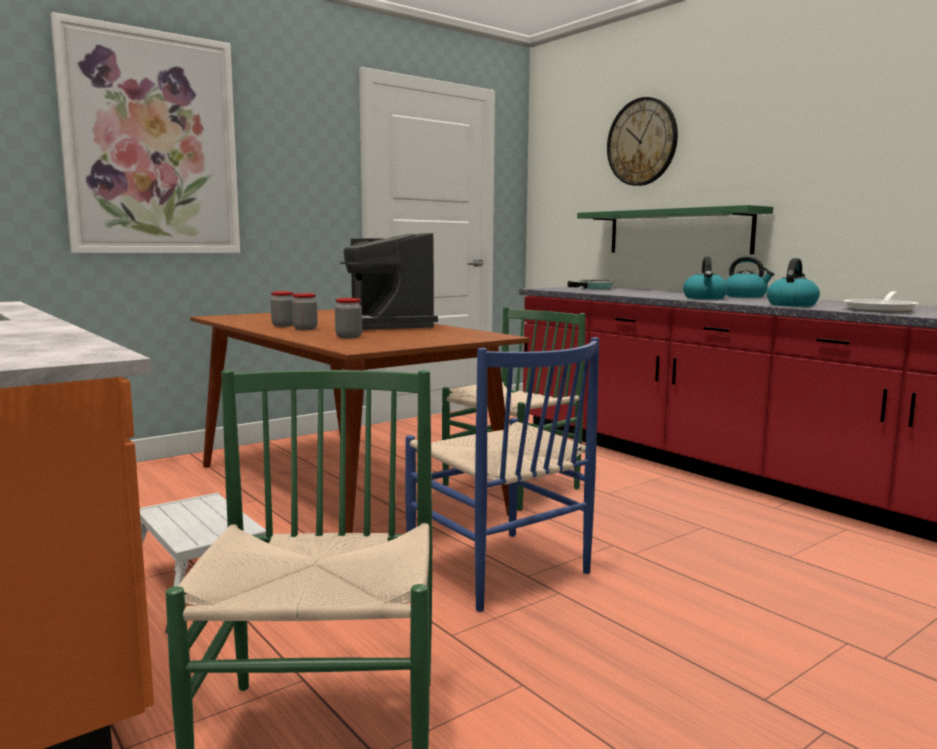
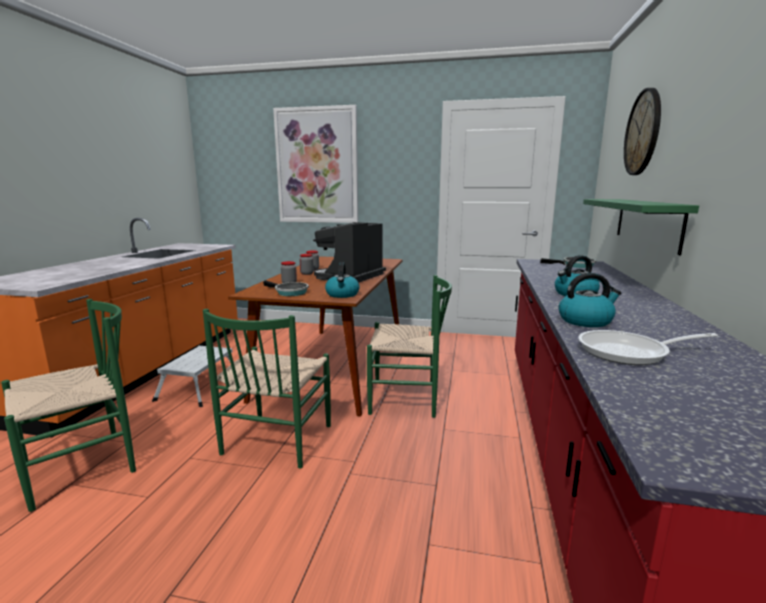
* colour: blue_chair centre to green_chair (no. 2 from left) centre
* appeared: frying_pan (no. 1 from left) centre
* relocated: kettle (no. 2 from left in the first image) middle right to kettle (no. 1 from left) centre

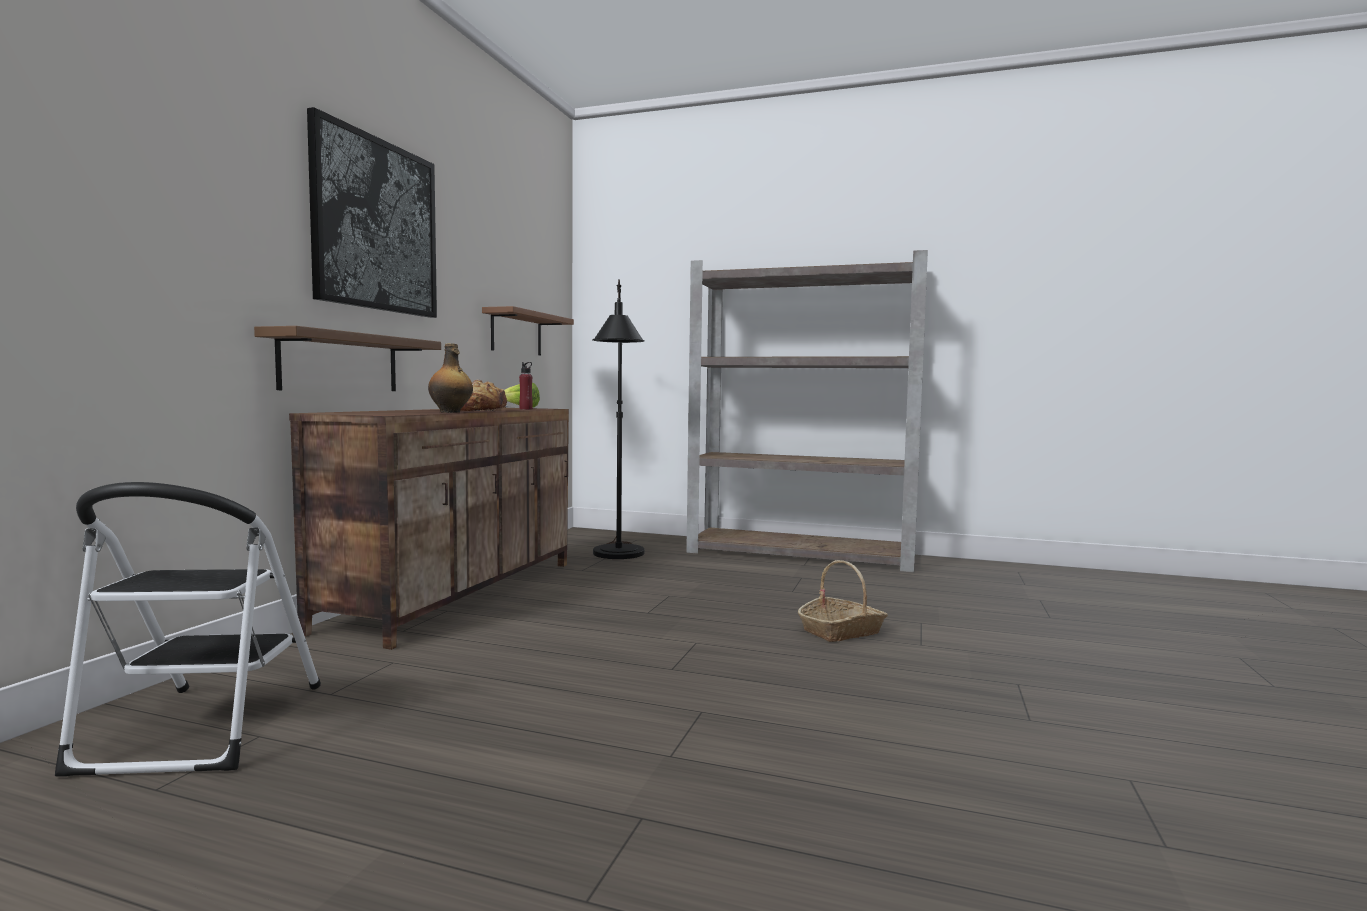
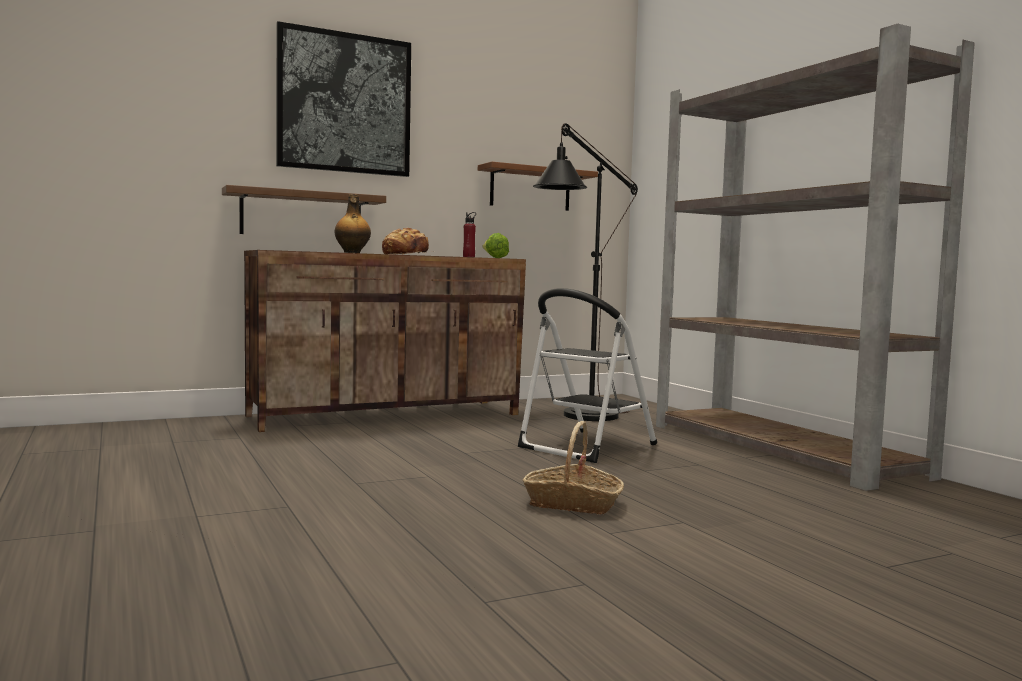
* relocated: step_ladder bottom left to centre

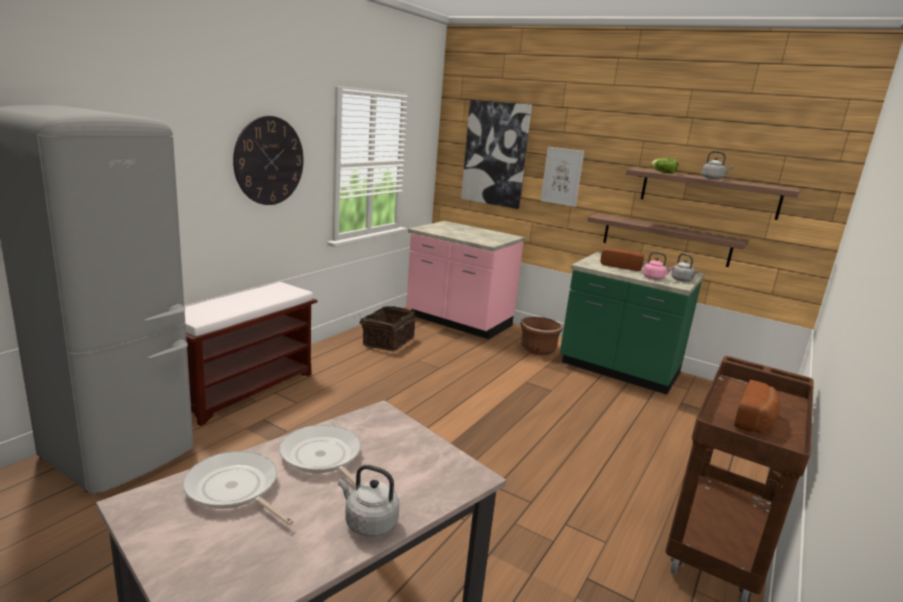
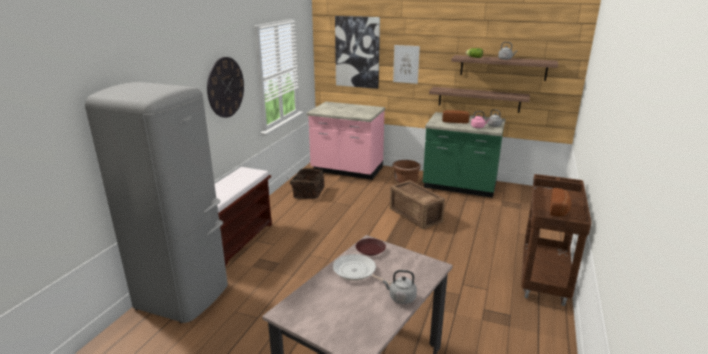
* appeared: brown_plate bottom centre
* appeared: crate centre
* missing: frying_pan (no. 1 from left) bottom left

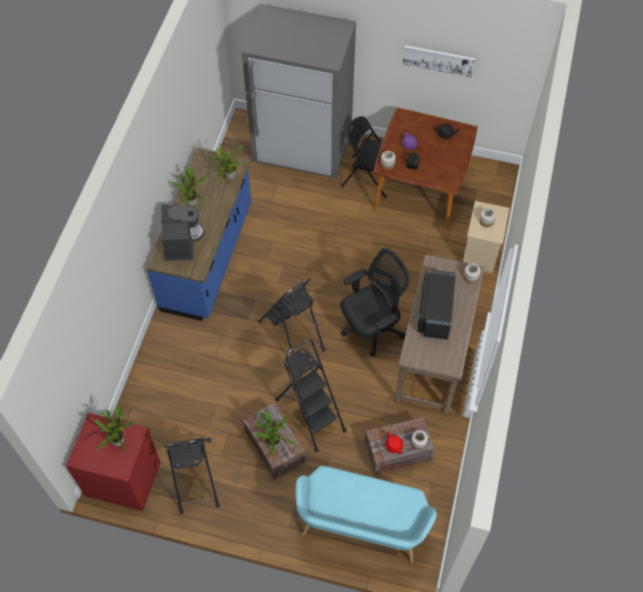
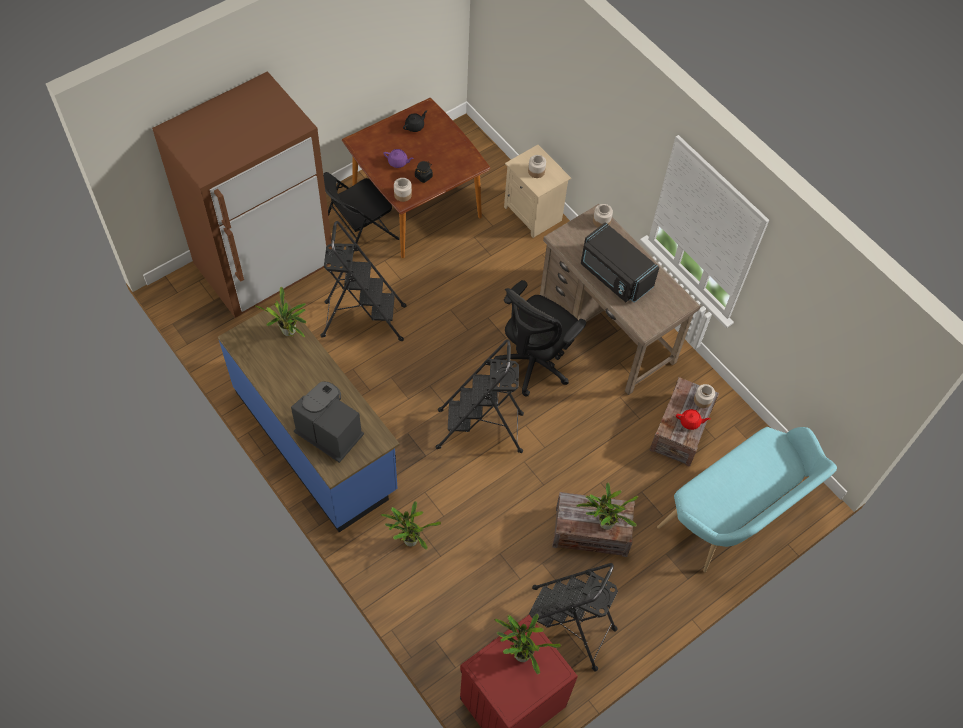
* colour: grey_fridge top centre to brown_fridge top left
* relocated: step_ladder (no. 3 from left in the first image) bottom centre to step_ladder (no. 1 from left) centre
* relocated: potted_plant (no. 2 from left) top left to bottom centre
* spun: black_office_chair centre = centre 150 degrees counterclockwise
* missing: picture top right

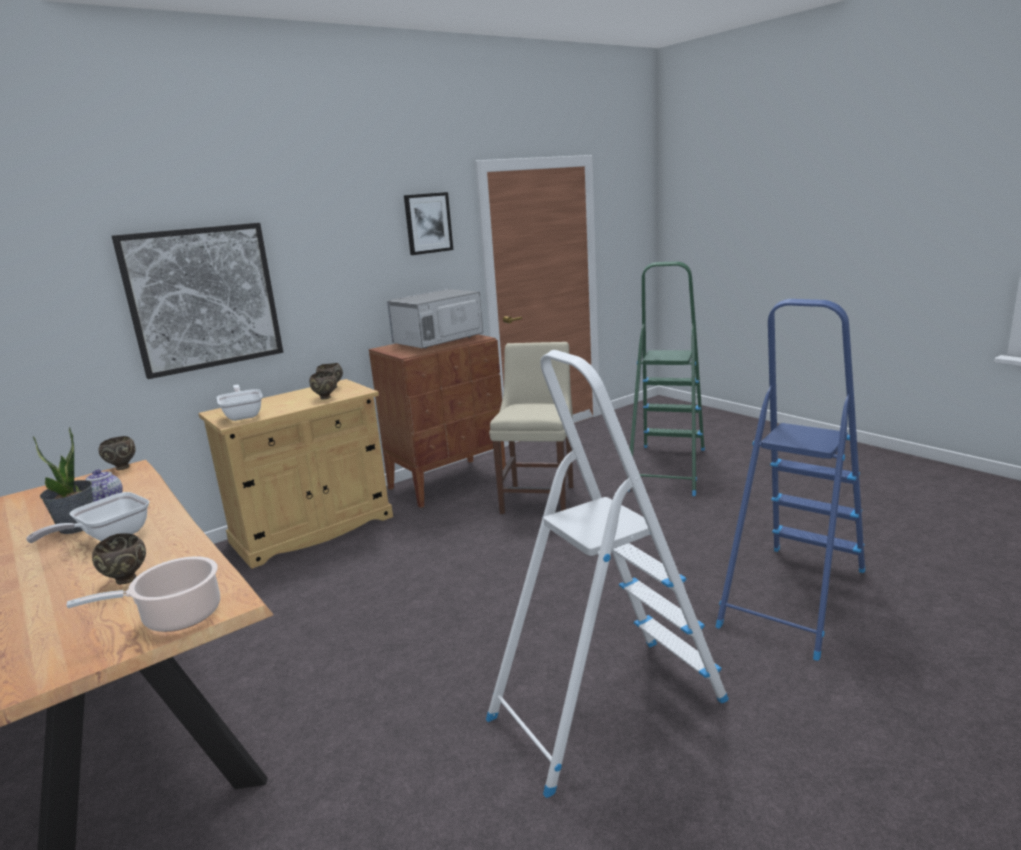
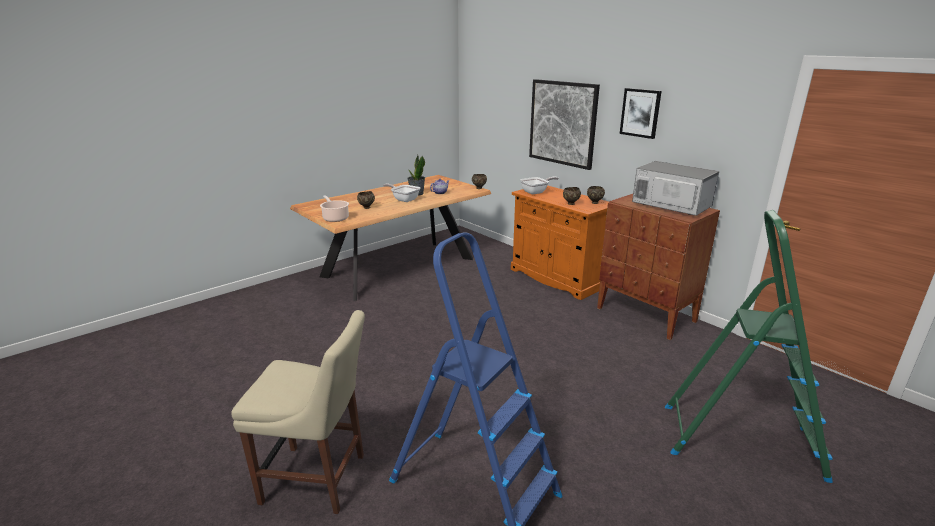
* relocated: beige_chair centre to bottom left
* colour: beige_cabinet middle left to orange_cabinet centre
* relocated: picture (no. 2 from left) top centre to top right
* missing: white_step_ladder bottom centre

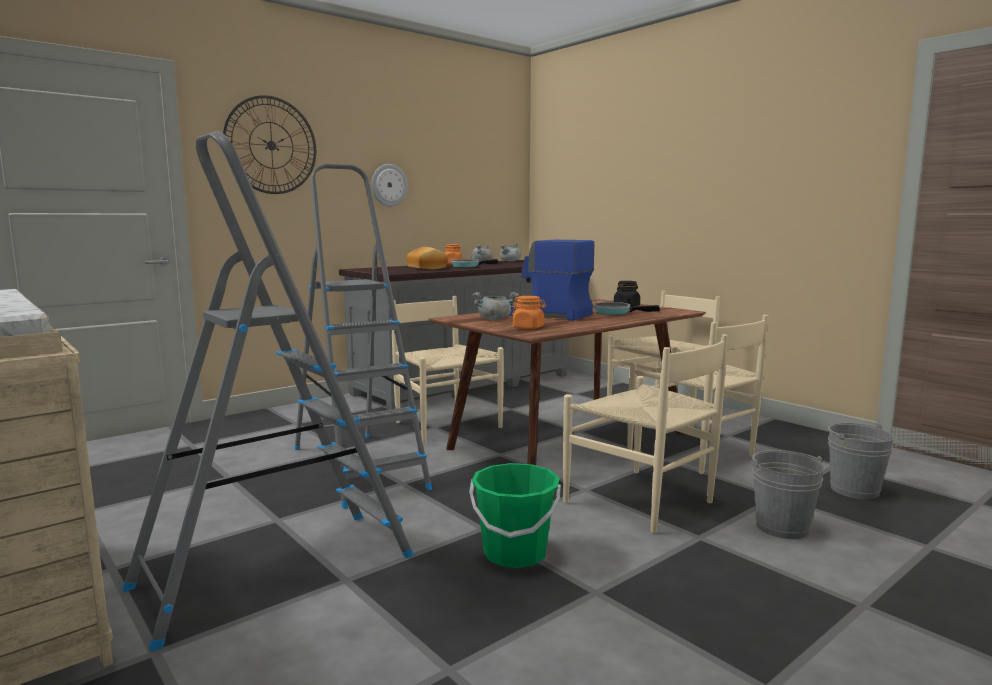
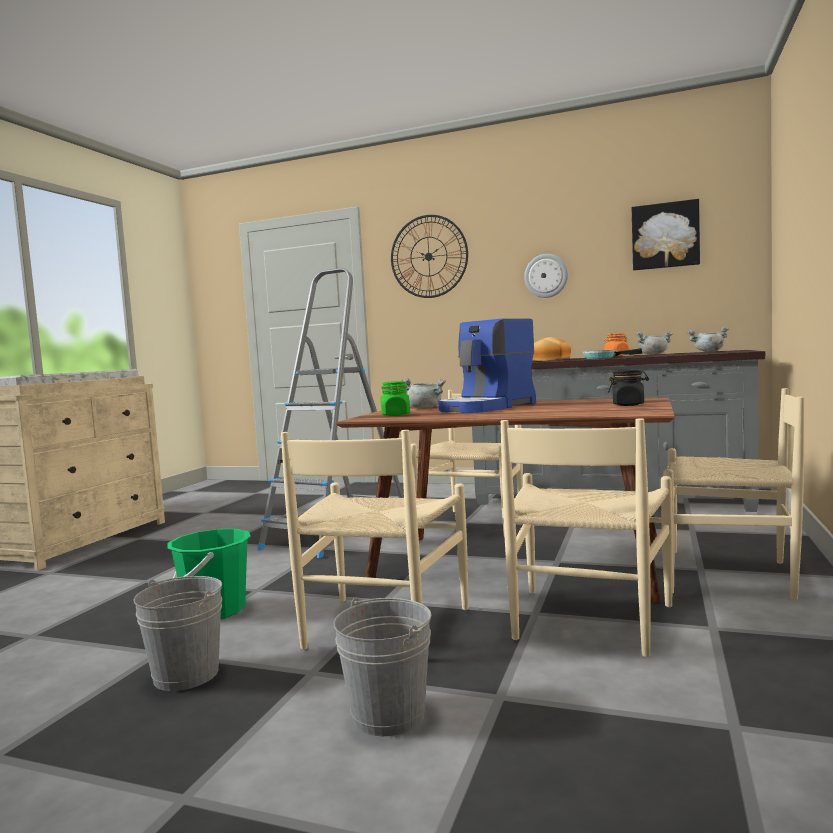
* relocated: grey_bucket (no. 2 from left in the first image) bottom right to grey_bucket (no. 1 from left) bottom left
* colour: orange_jar (no. 2 from left) centre to green_jar centre
* spun: coffee_machine centre = centre 135 degrees counterclockwise
* appeared: picture top right
* missing: grey_step_ladder (no. 1 from left) middle left
* missing: frying_pan (no. 2 from left) centre

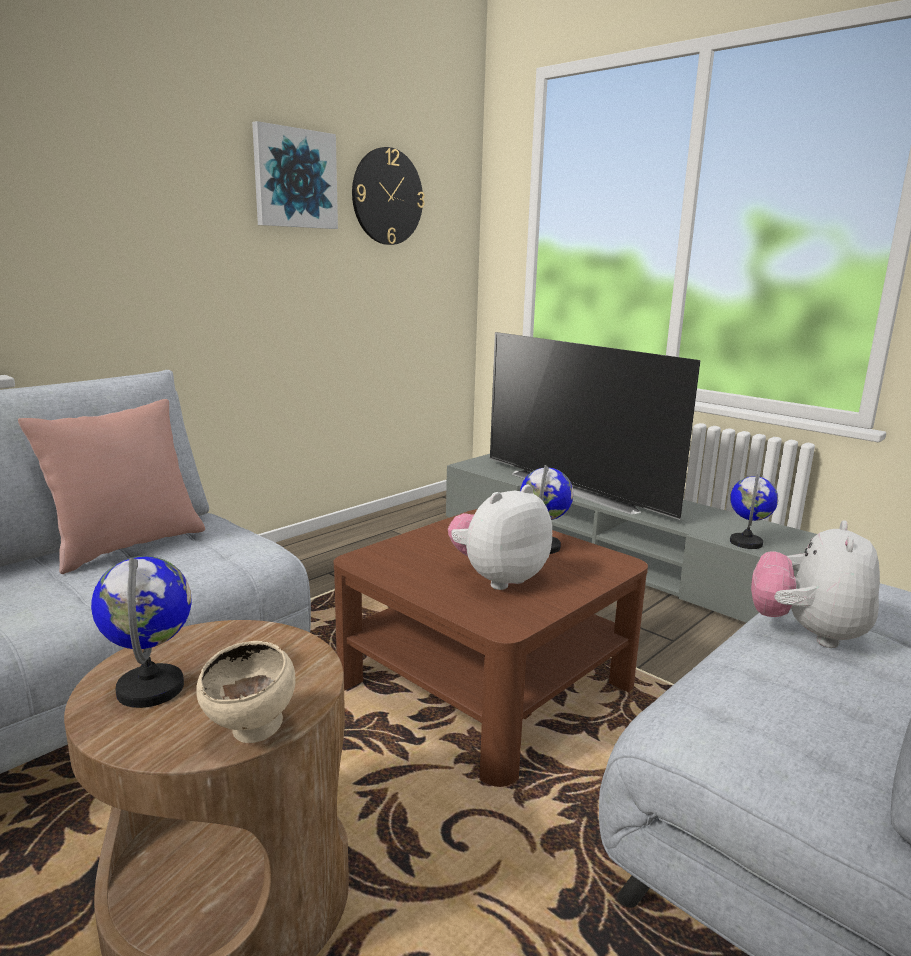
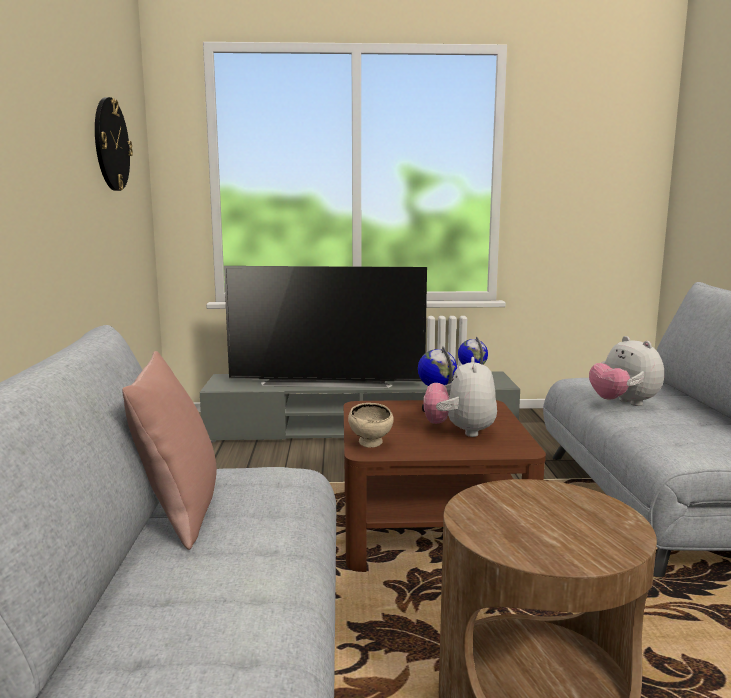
* relocated: beige_bowl bottom left to centre
* missing: globe (no. 1 from left) middle left
* missing: picture top left

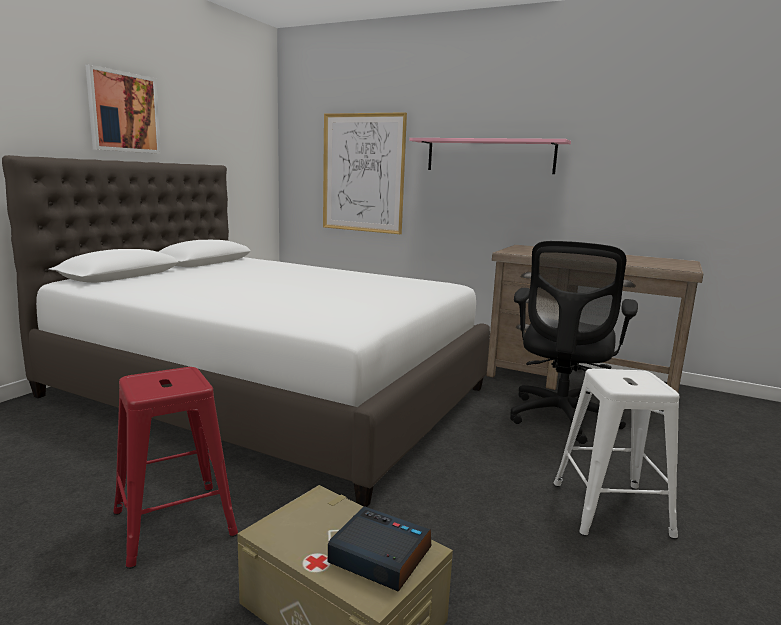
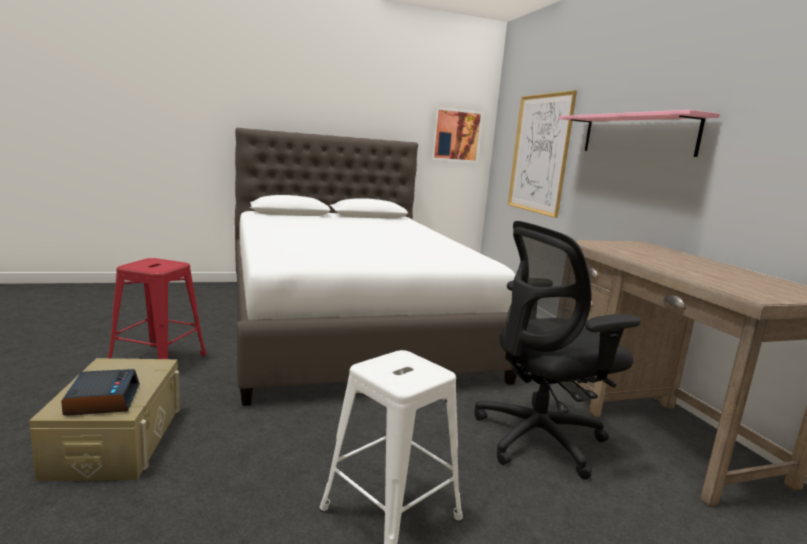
* relocated: picture (no. 1 from left) top left to top centre

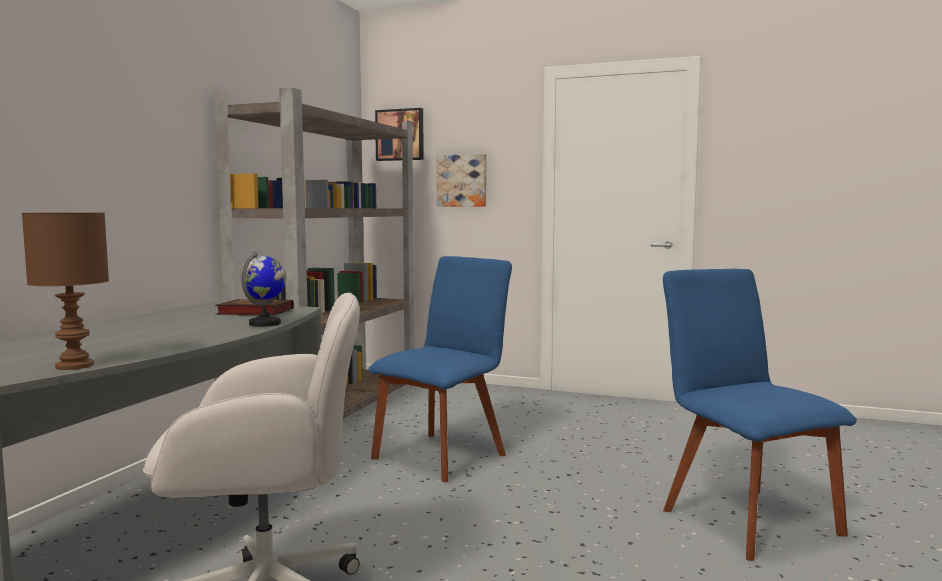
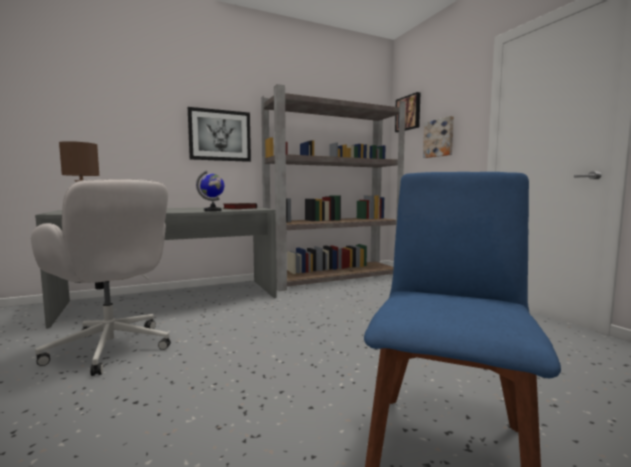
* appeared: picture (no. 1 from left) top centre
* missing: blue_chair (no. 1 from left) centre

